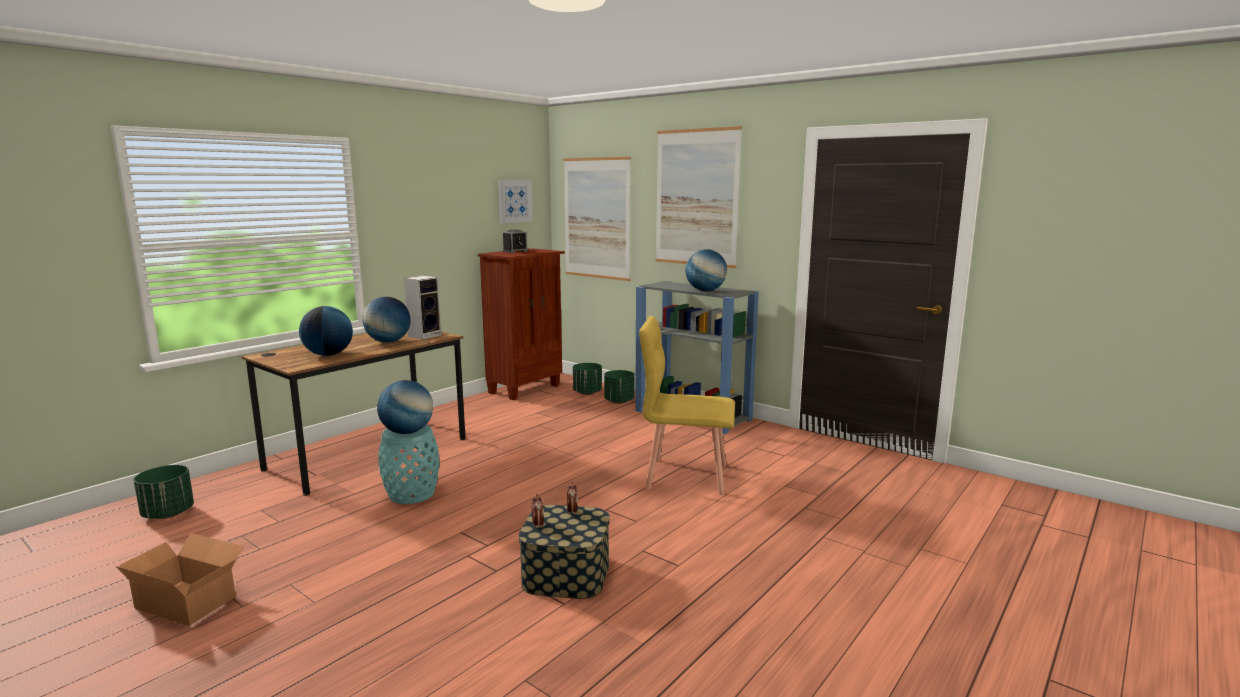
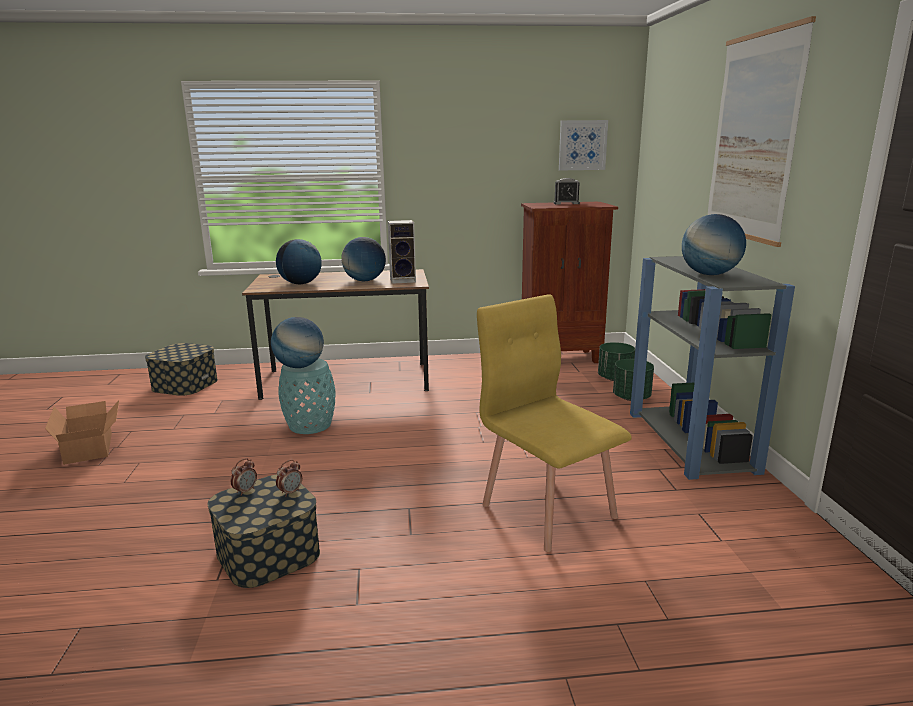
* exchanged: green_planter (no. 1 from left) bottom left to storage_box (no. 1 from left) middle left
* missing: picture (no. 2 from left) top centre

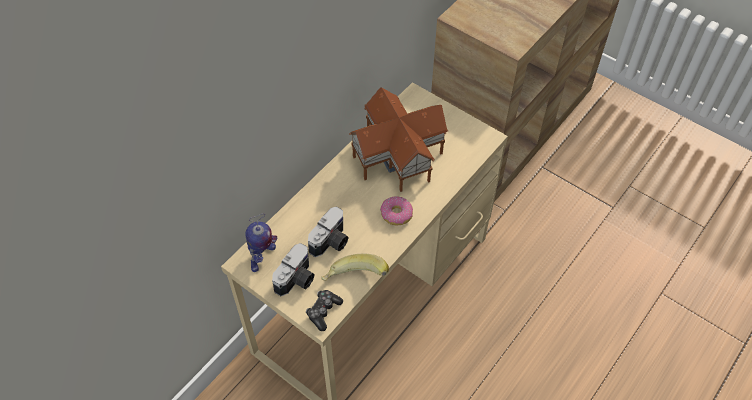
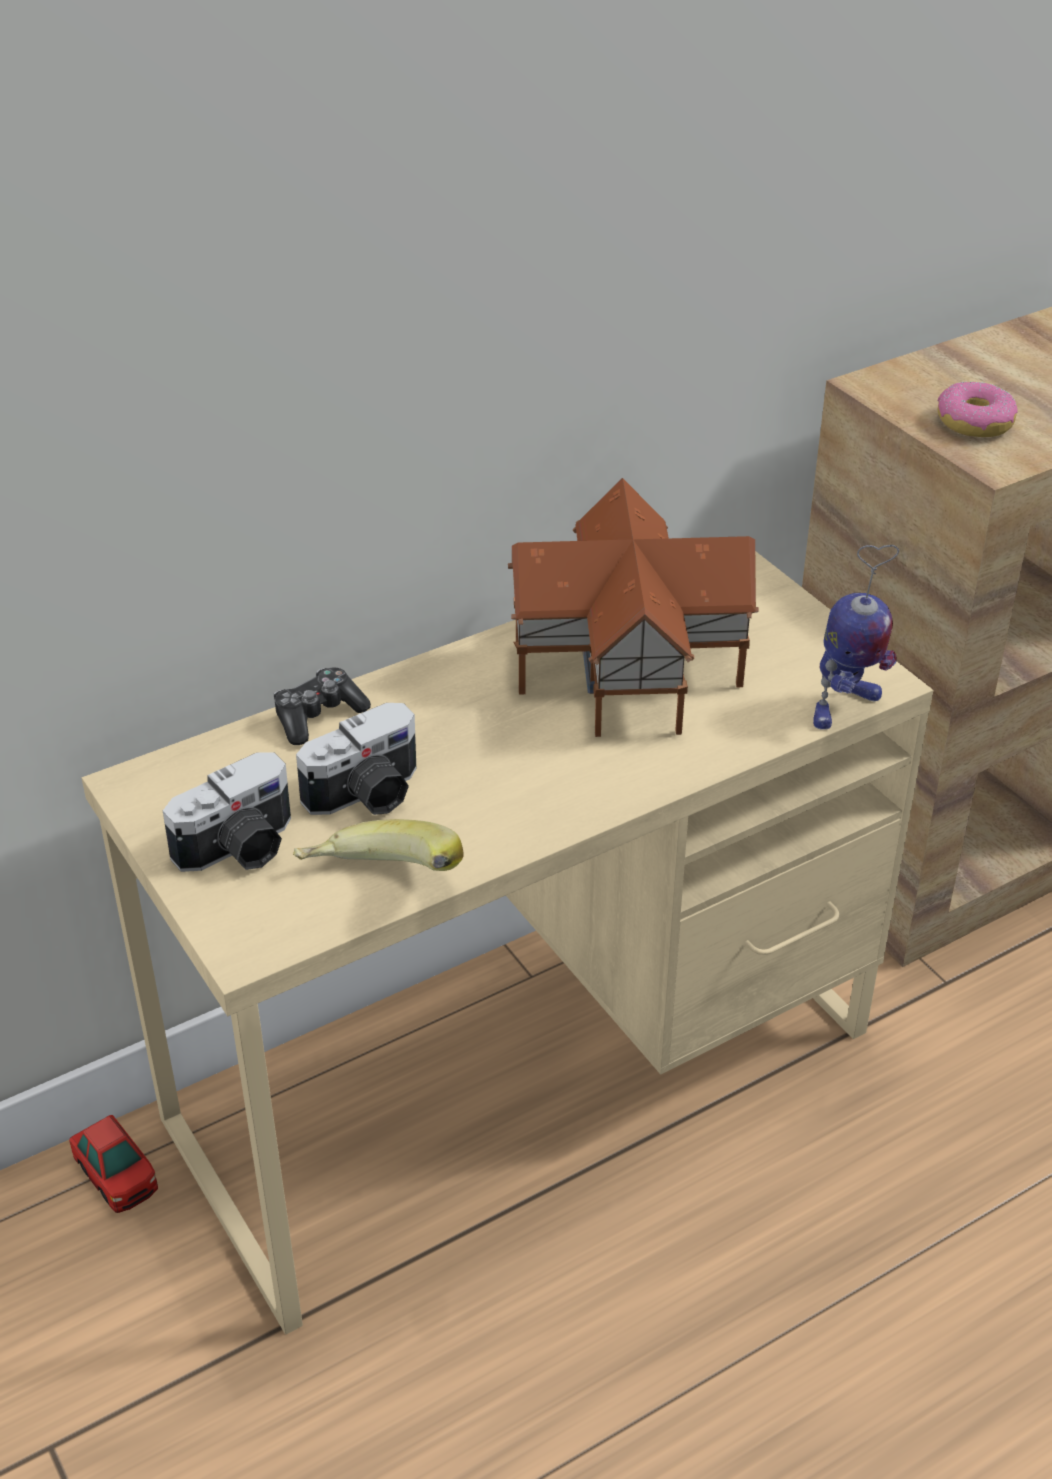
* appeared: toy_car bottom left
* relocated: game_controller bottom centre to middle left
* relocated: toy_robot centre to middle right
* relocated: donut centre to top right

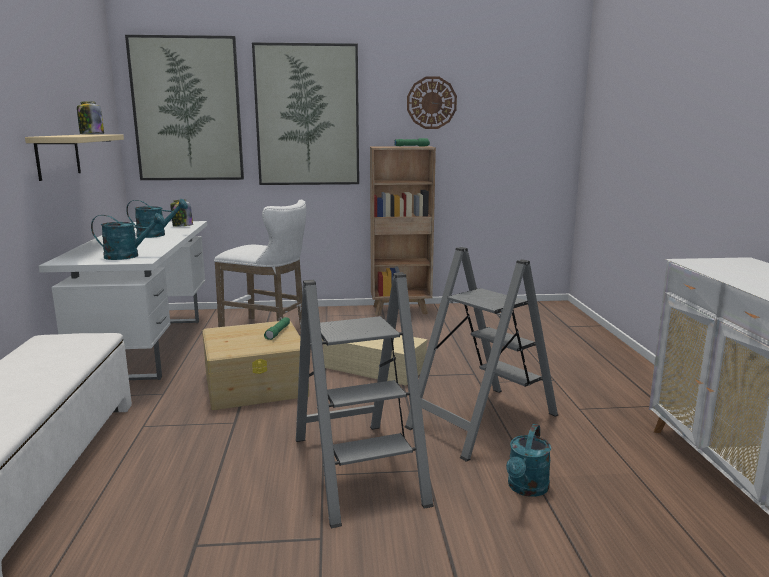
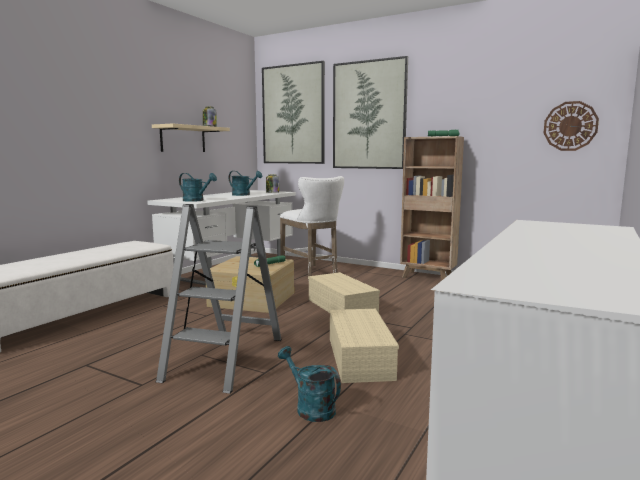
* spun: turquoise_watering_can (no. 3 from left) bottom right = bottom centre 75 degrees clockwise
* exchanged: grey_step_ladder (no. 2 from left) centre to beige_storage_box (no. 3 from left) bottom centre
* relocated: wall_clock top centre to top right

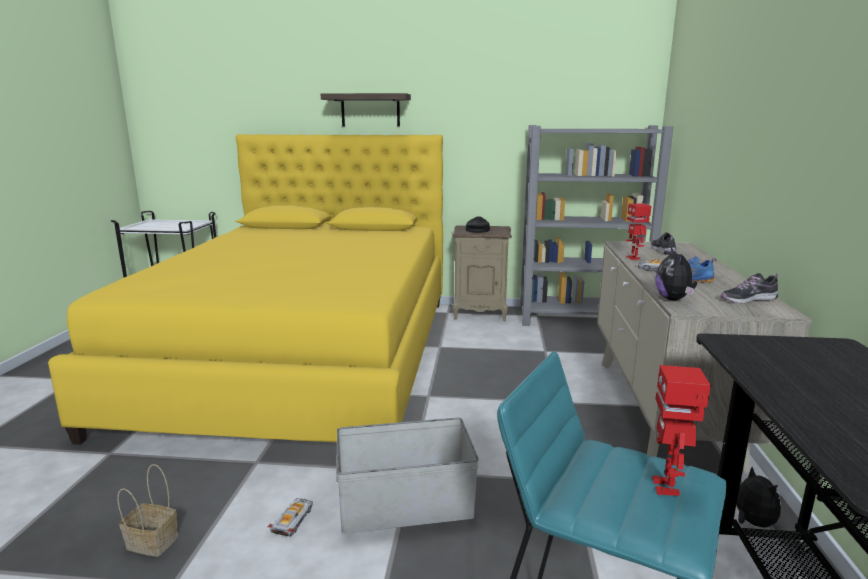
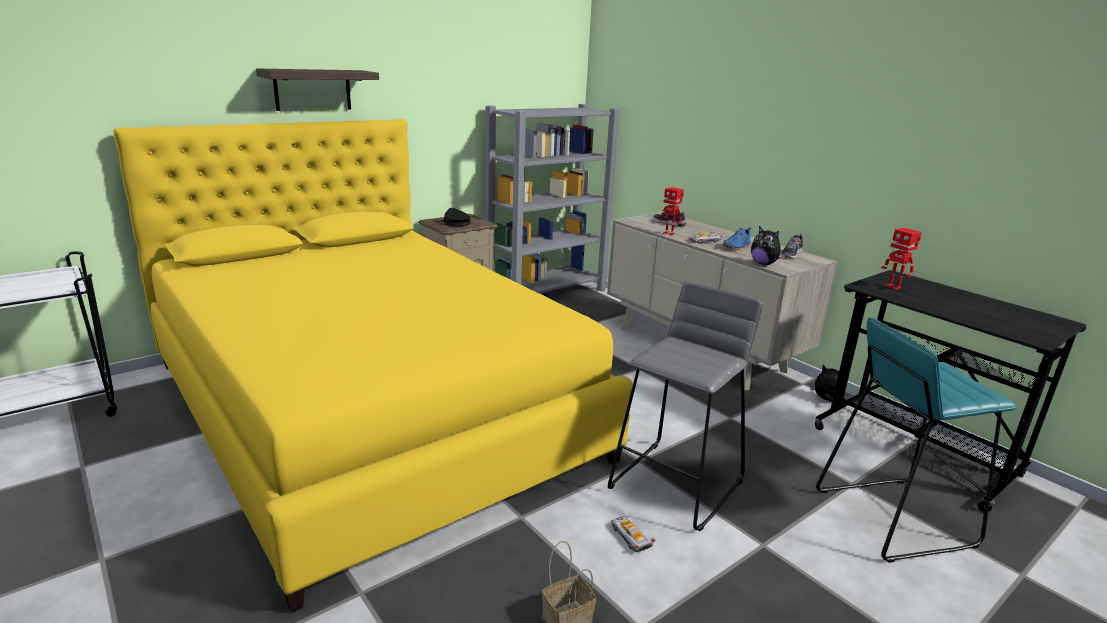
* exchanged: grey_storage_box bottom centre to grey_stool centre
* relocated: toy_robot (no. 2 from left) bottom right to middle right

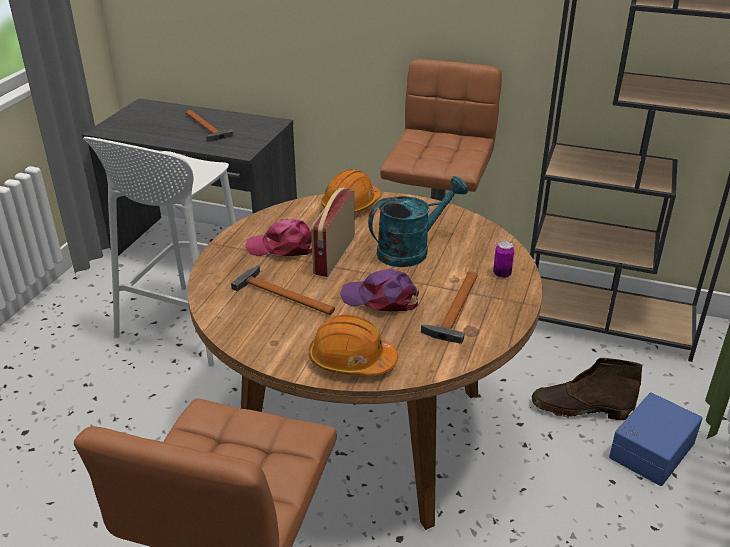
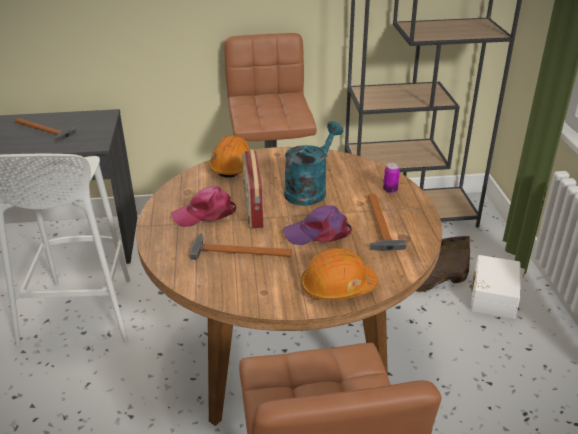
* colour: blue_storage_box bottom right to white_storage_box middle right

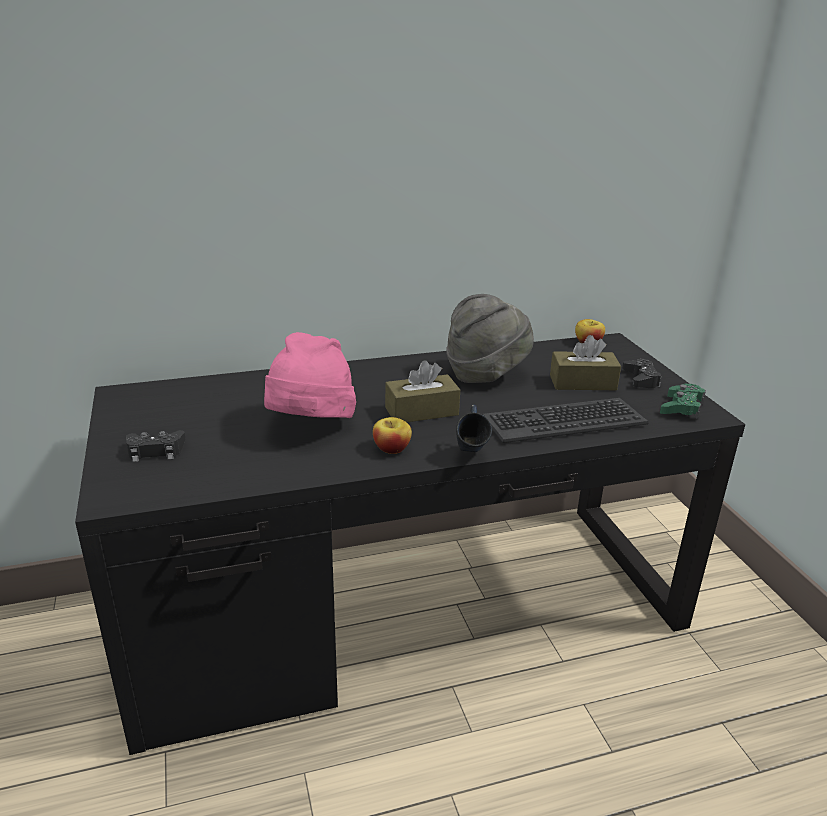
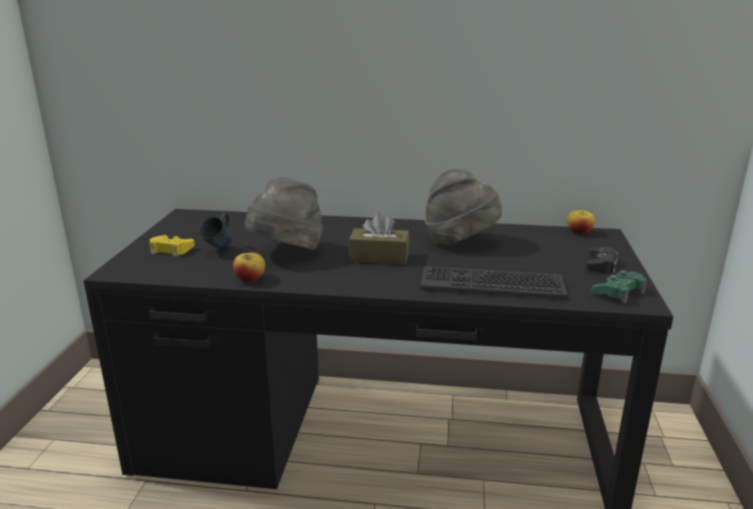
* colour: black_game_controller (no. 1 from left) middle left to yellow_game_controller middle left
* relocated: blue_mug centre to middle left
* relocated: apple (no. 1 from left) centre to middle left
* colour: pink_hat centre to grey_hat (no. 1 from left) centre
* missing: brown_tissue_box (no. 2 from left) middle right

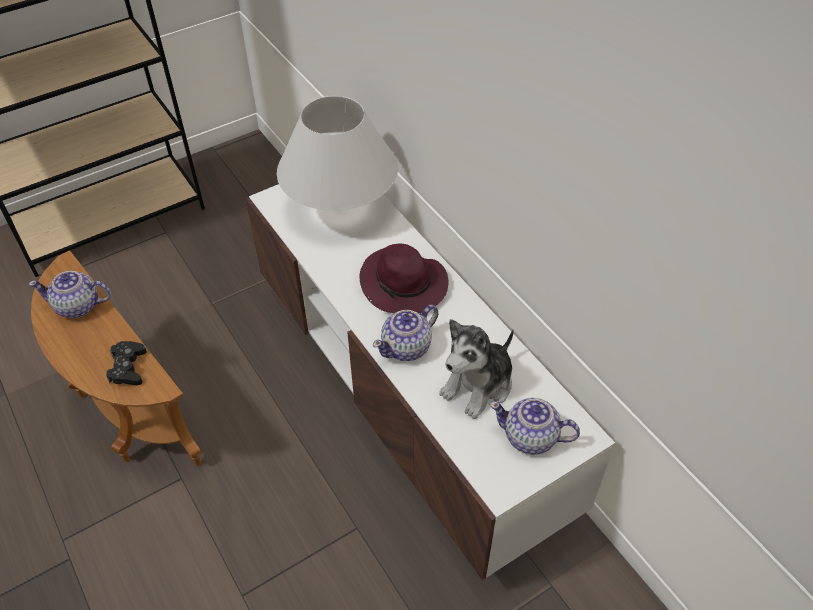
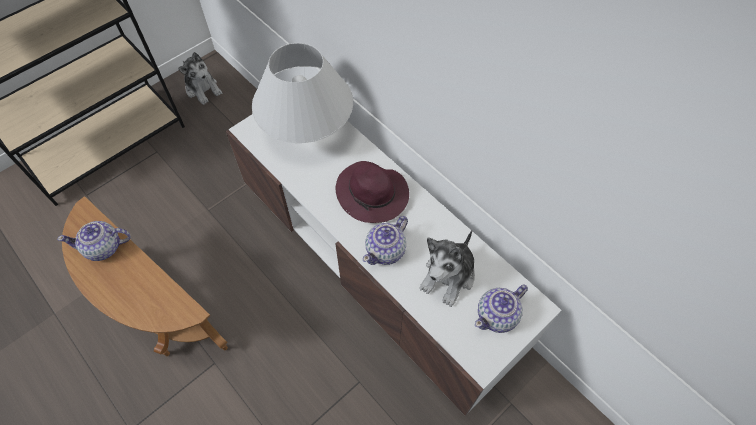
* appeared: plush_toy (no. 1 from left) top left
* spun: teapot (no. 3 from left) bottom centre = bottom centre 45 degrees counterclockwise
* missing: black_game_controller middle left

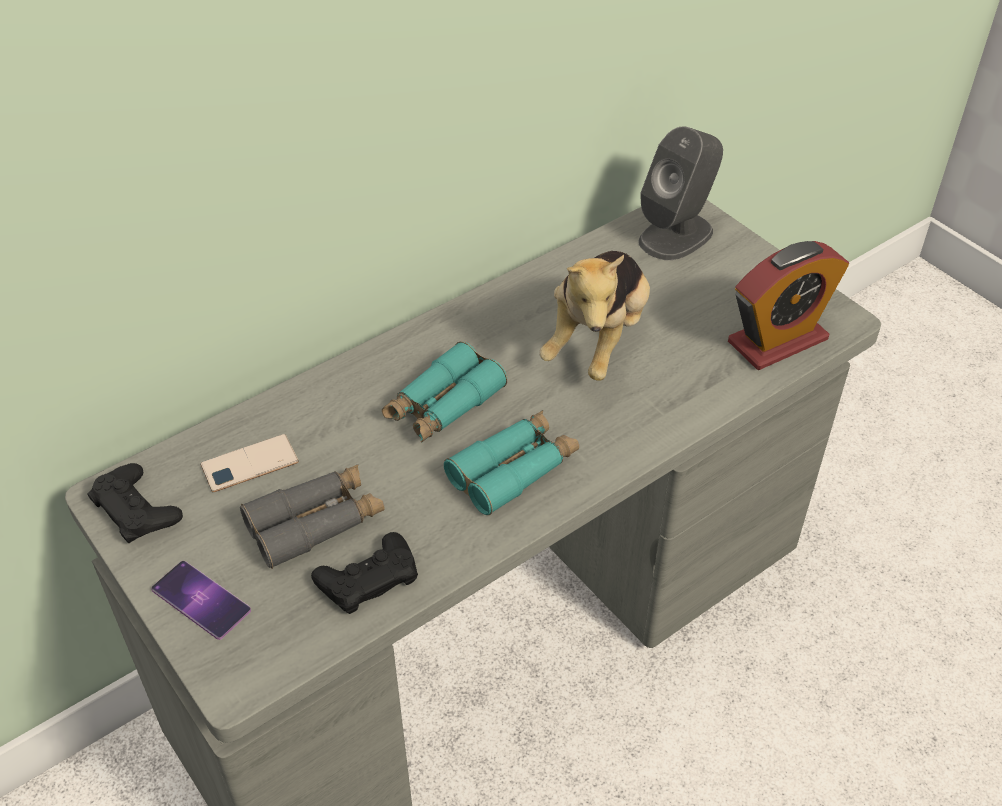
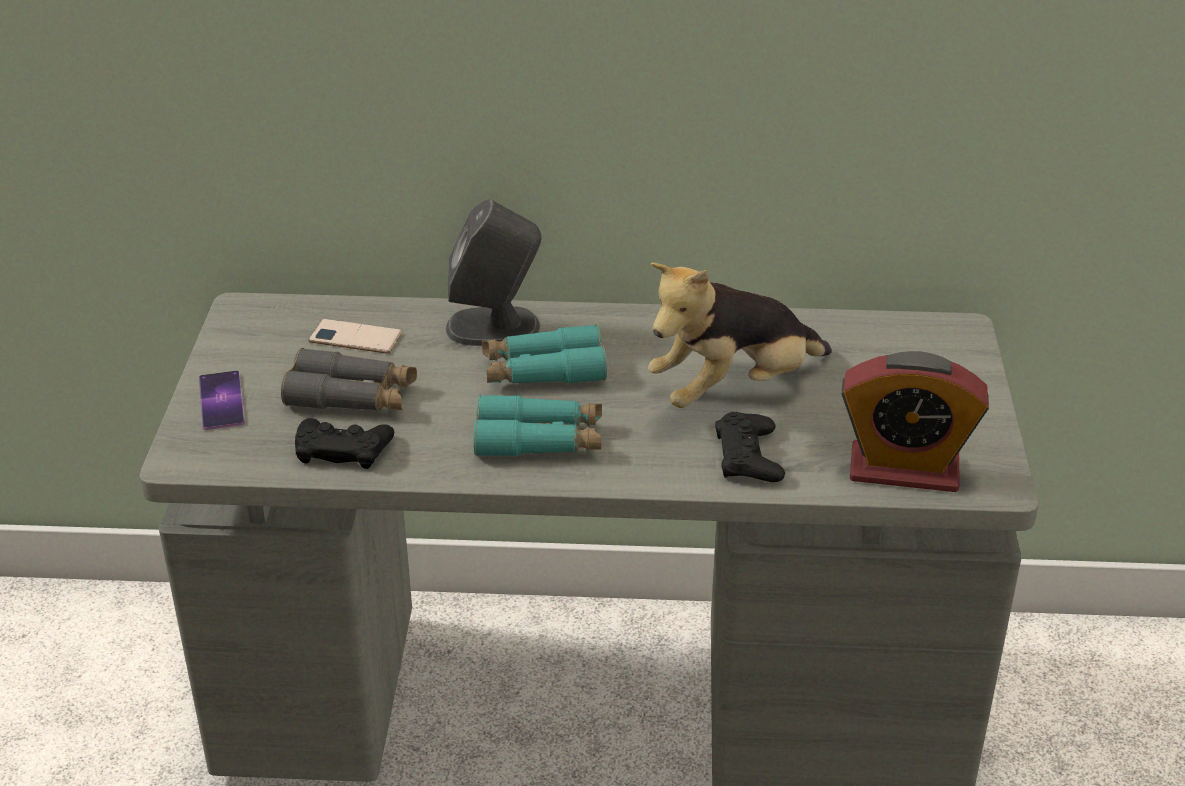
* relocated: grey_speaker top right to centre
* relocated: black_game_controller (no. 1 from left in the first image) middle left to black_game_controller (no. 2 from left) centre

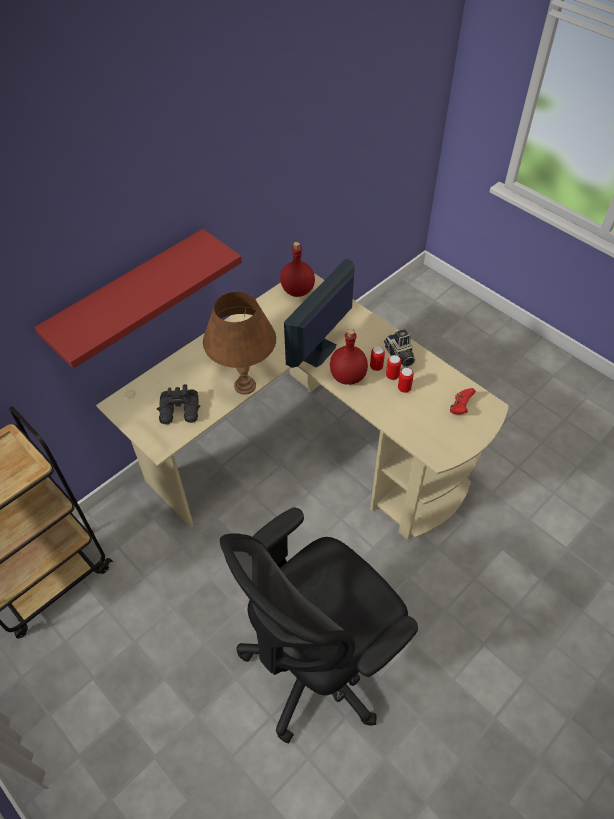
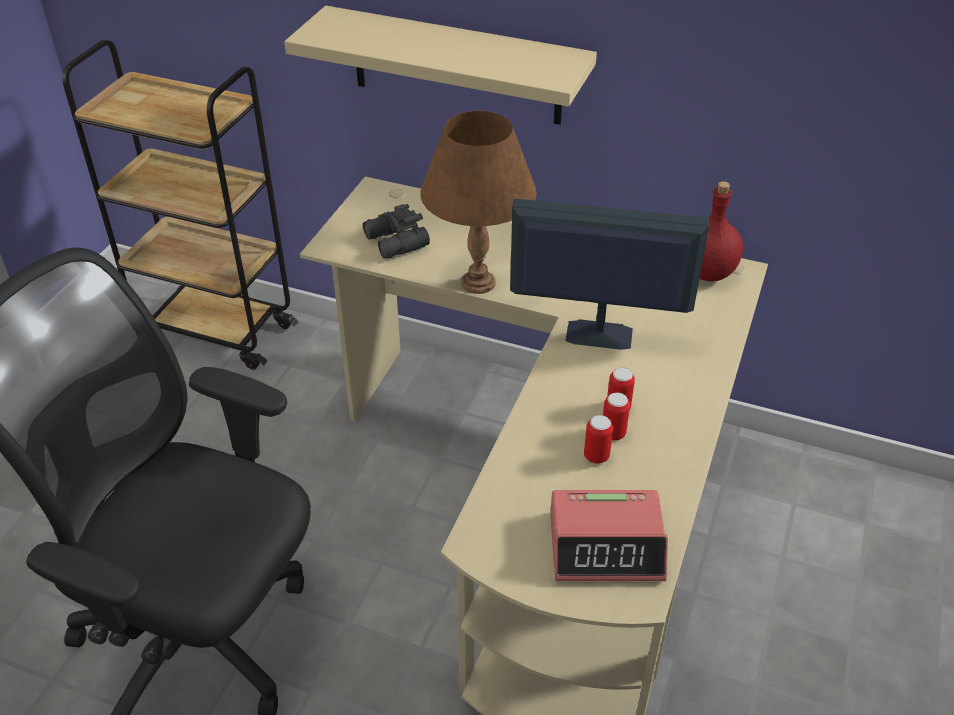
* colour: red_shelf middle left to beige_shelf top centre
* exchanged: red_game_controller middle right to alarm_clock bottom centre
* missing: red_bottle (no. 2 from left) centre
* missing: photo_camera centre

